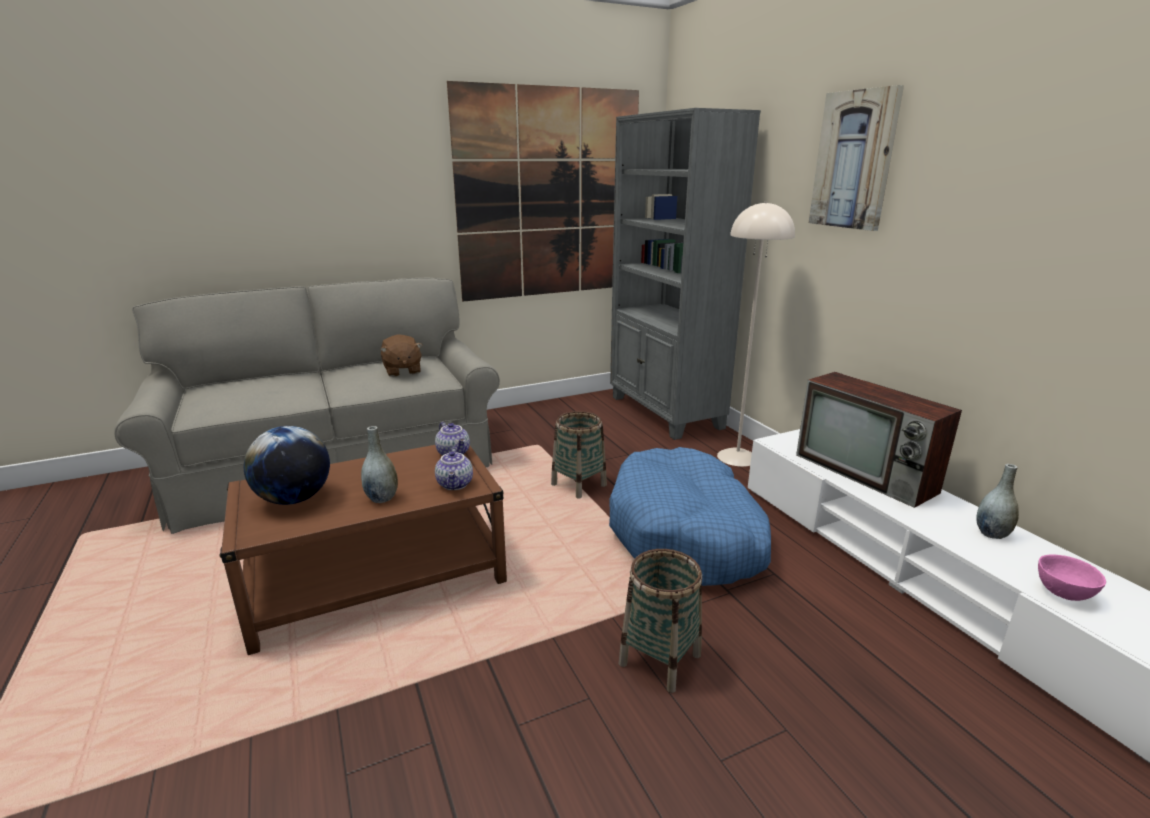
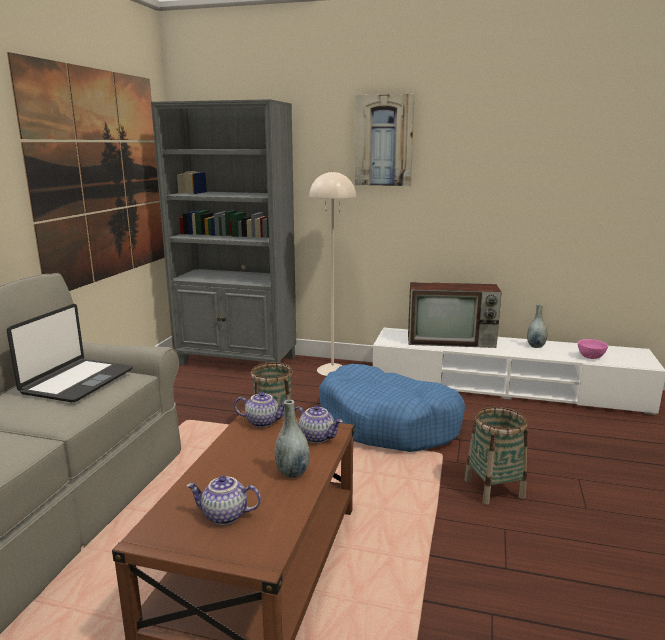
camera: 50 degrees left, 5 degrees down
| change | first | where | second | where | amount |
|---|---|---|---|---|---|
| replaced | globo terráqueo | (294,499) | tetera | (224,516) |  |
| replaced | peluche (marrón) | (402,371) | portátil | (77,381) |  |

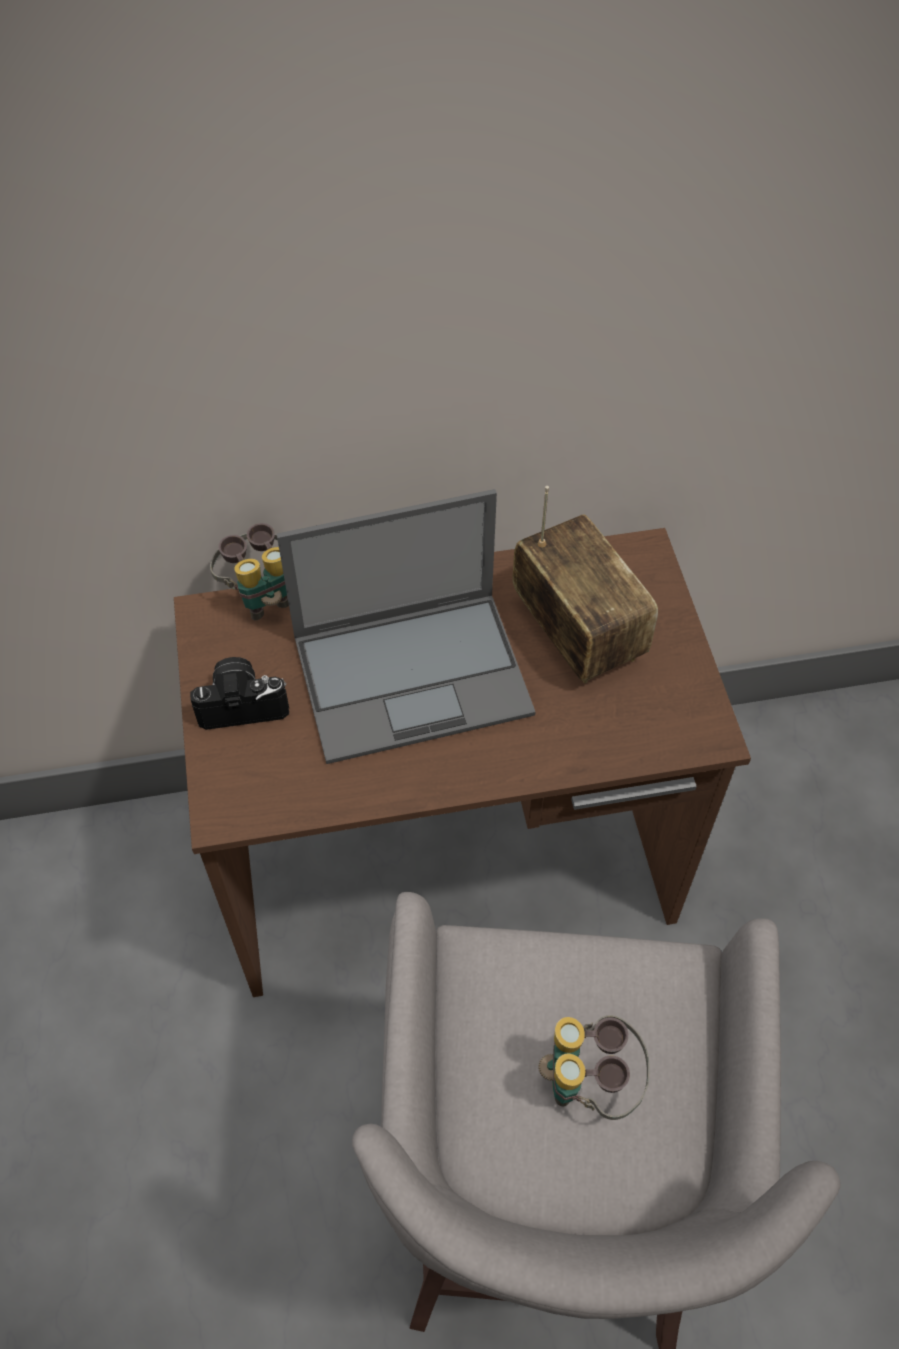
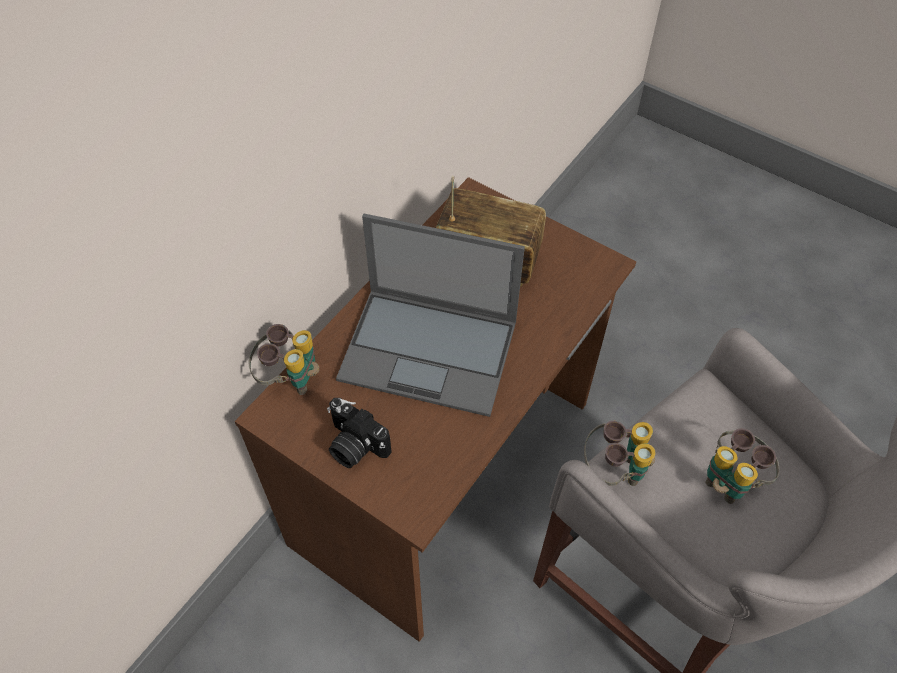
camera: 45 degrees left, 0 degrees up
| change | first | where | second | where | amount |
|---|---|---|---|---|---|
| turned | cámara | (243,703) |  | (354,445) | 90 degrees counterclockwise |
| turned | portátil | (414,674) |  | (431,350) | 75 degrees clockwise |
| added |  |  | prismáticos | (614,470) |  |

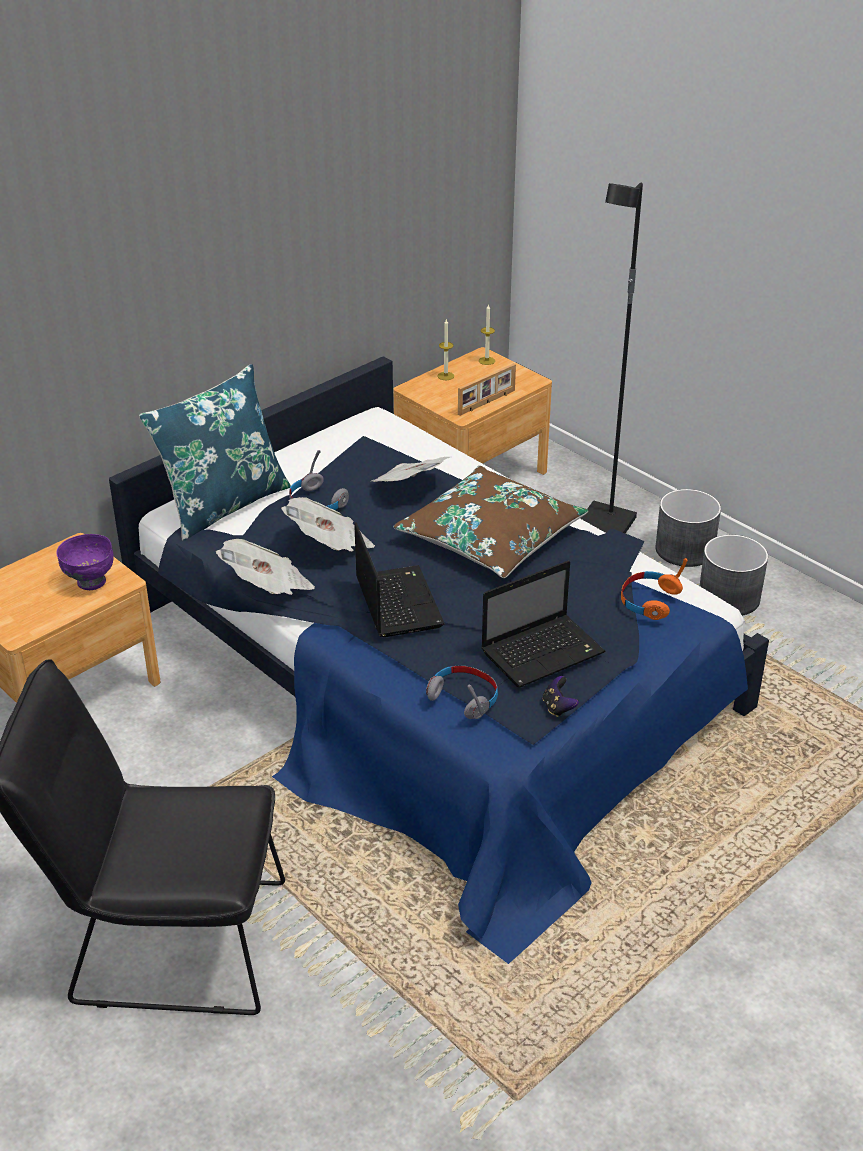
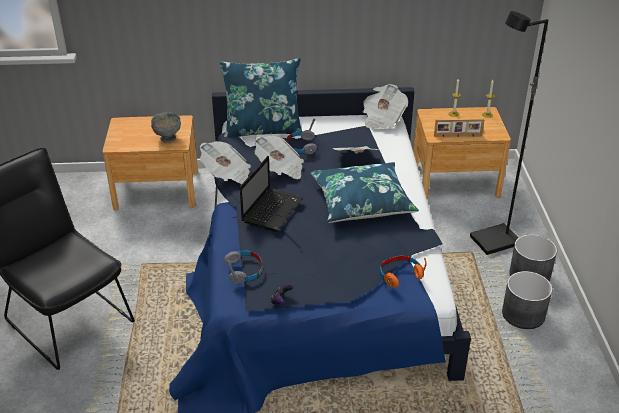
camera: 40 degrees right, 0 degrees up
| change | first | where | second | where | amount |
|---|---|---|---|---|---|
| recoloured | cuenco (morado) | (90,582) | cuenco (gris) | (167,138) |  |
| recoloured | cojín (marrón) | (490,537) | cojín (azul) | (362,202) |  |
| removed | portátil | (544,651) |  |  |  |
| added |  |  | periódico | (382,118) |  |

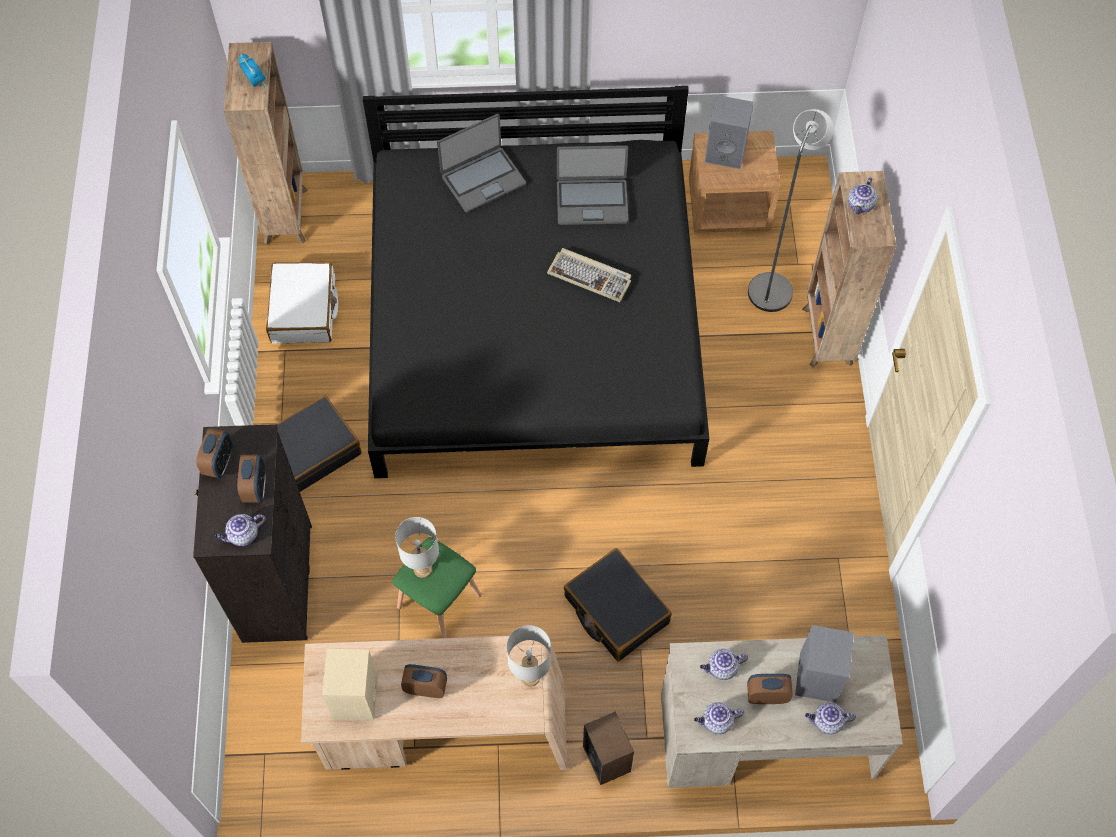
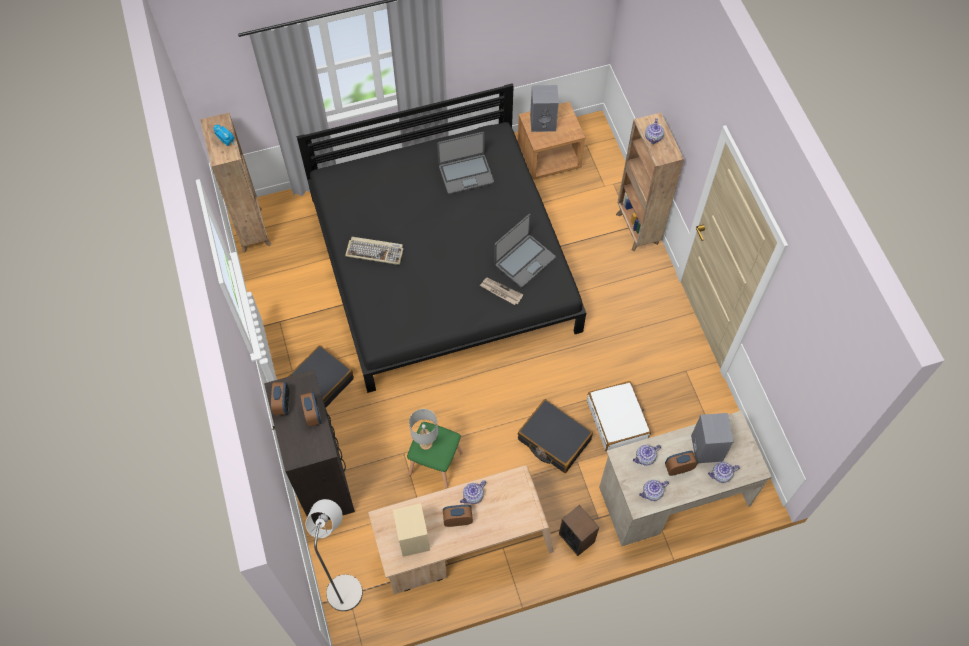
camera: 15 degrees left, 0 degrees up
| change | first | where | second | where | amount |
|---|---|---|---|---|---|
| moved | tetera | (243,535) |  | (473,496) |  |
| moved | maleta (blanco) | (304,310) |  | (617,420) |  |
| moved | portátil | (483,179) |  | (524,261) |  |
| removed | lámpara de mesa (gris) | (529,676) |  |  |  |
| moved | teclado | (590,276) |  | (375,251) |  |
| moved | lámpara de pie (gris) | (773,285) |  | (346,585) |  |
| added |  |  | periódico | (500,292) |  |

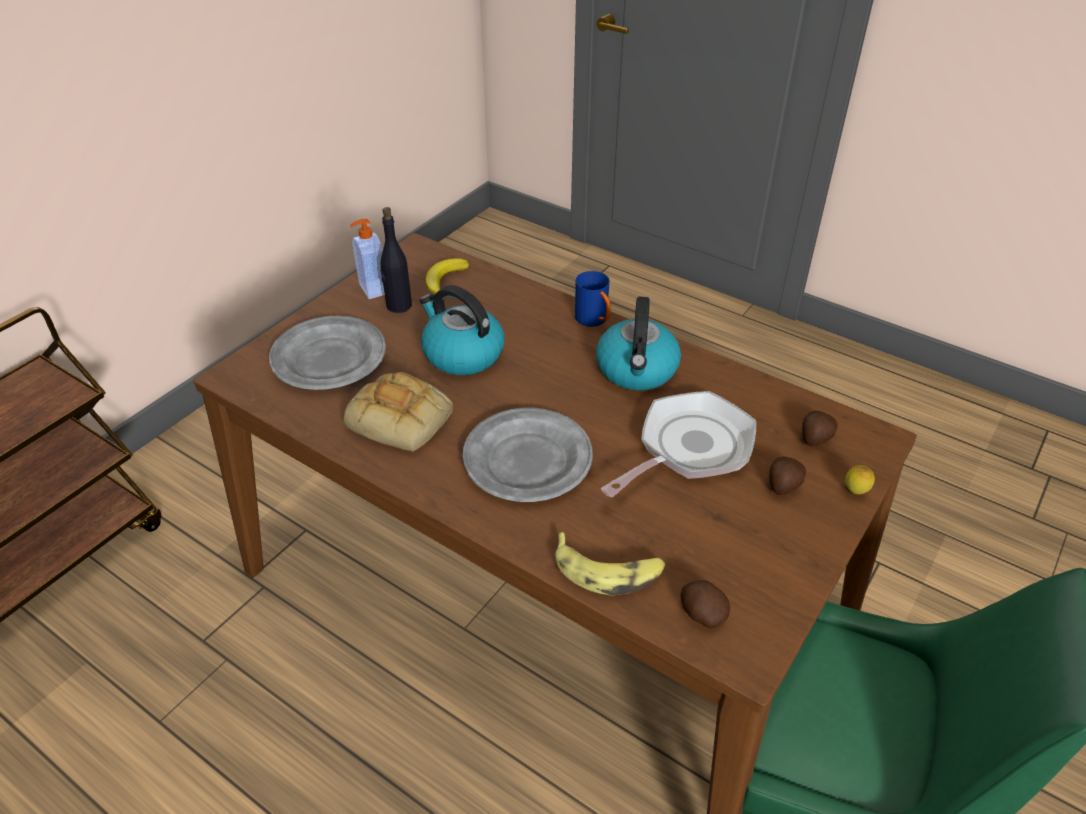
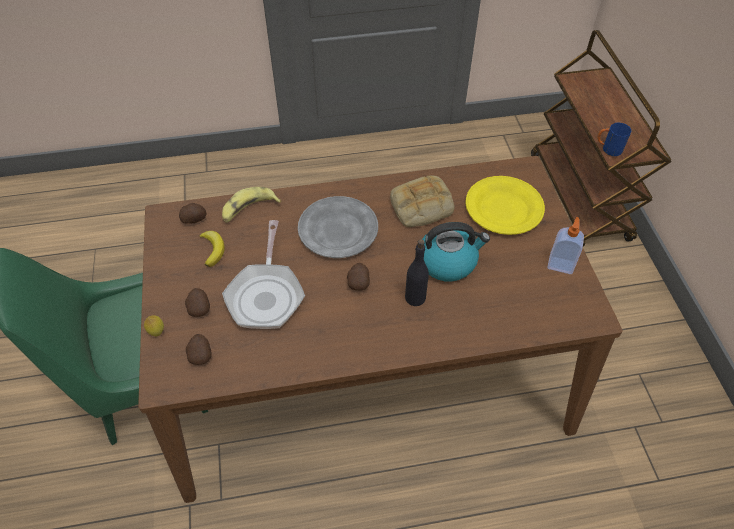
camera: 135 degrees right, 10 degrees up
| change | first | where | second | where | amount |
|---|---|---|---|---|---|
| recoloured | plato (gris) | (328,358) | plato (amarillo) | (503,208) |  |
| moved | botella (negro) | (398,306) |  | (415,297) |  |
| moved | plátano | (444,279) |  | (213,249) |  |
| moved | taza grande (azul) | (595,321) |  | (608,149) |  |
| removed | hervidor | (637,370) |  |  |  |
| added |  |  | patata | (358,282) |  |

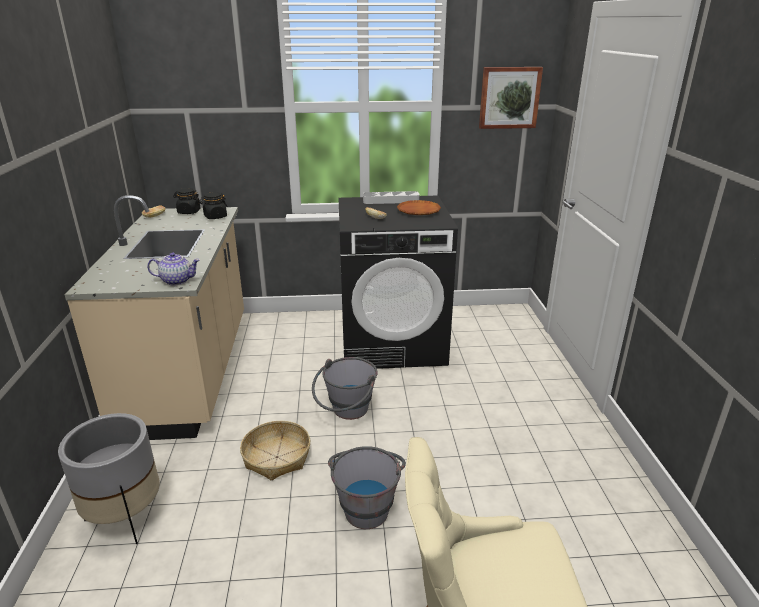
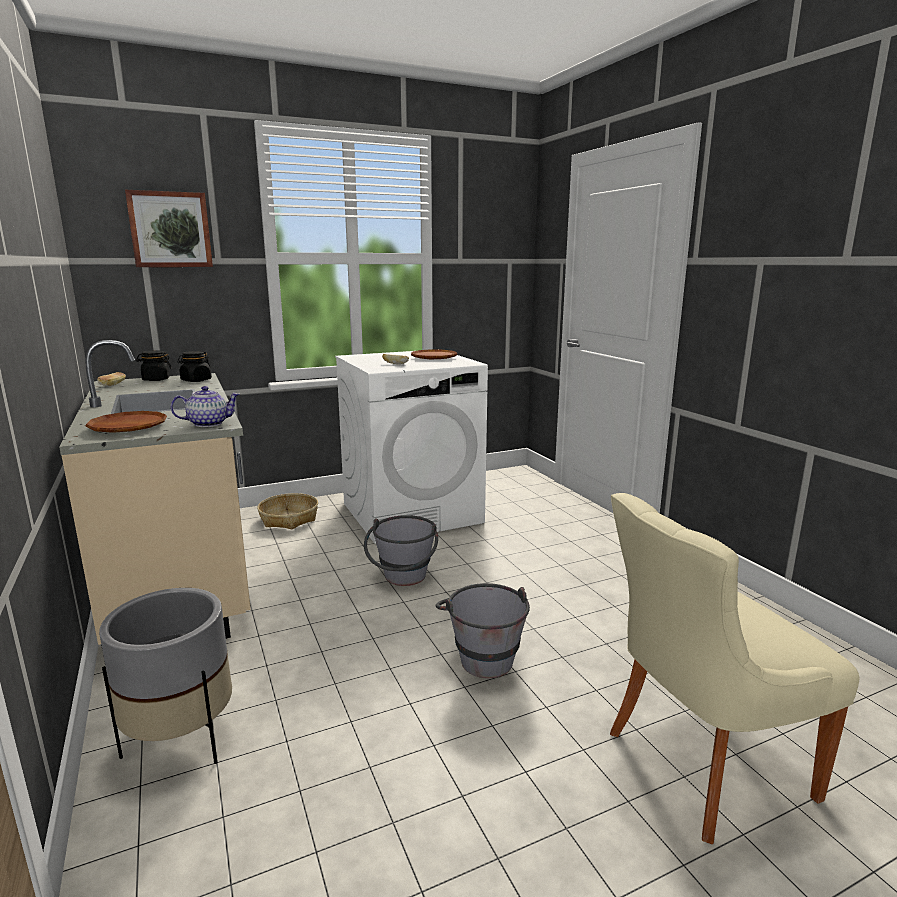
camera: 20 degrees left, 10 degrees down
| change | first | where | second | where | amount |
|---|---|---|---|---|---|
| moved | cesta | (277,457) |  | (289,518) |  |
| recoloured | lavadora (negro) | (393,342) | lavadora (blanco) | (412,513) |  |
| removed | bandeja (gris) | (391,201) |  |  |  |
| moved | cuadro | (509,97) |  | (170,230) |  |
| added |  |  | plato (marrón) | (128,427) |  |

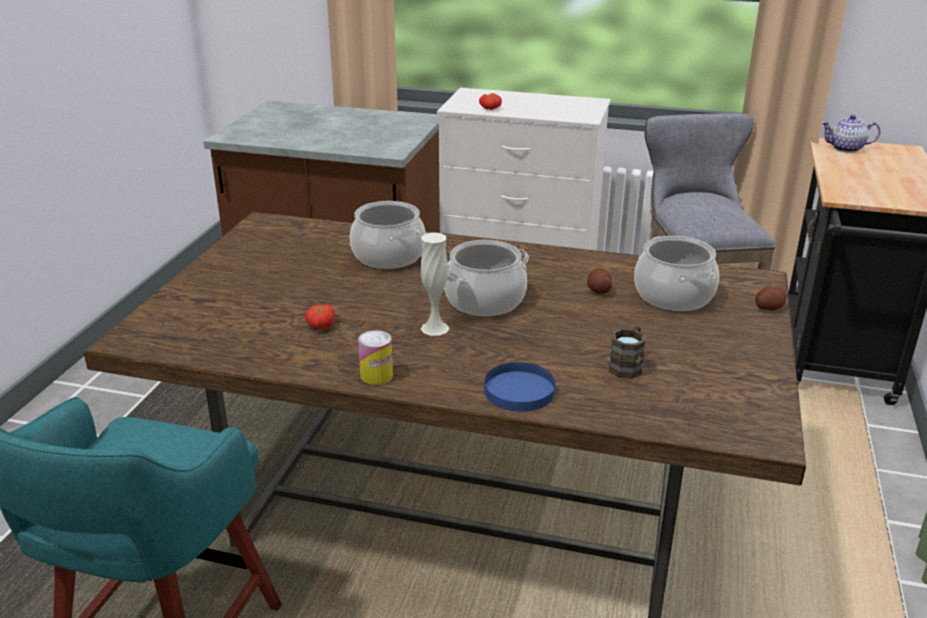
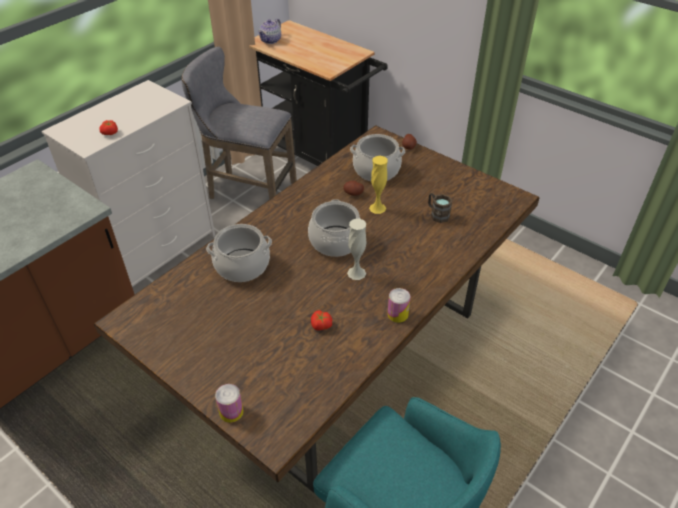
camera: 65 degrees left, 15 degrees up
| change | first | where | second | where | amount |
|---|---|---|---|---|---|
| removed | plato (azul) | (519,391) |  |  |  |
| added |  |  | lata | (231,412) |  |
| added |  |  | florero (amarillo) | (377,208) |  |

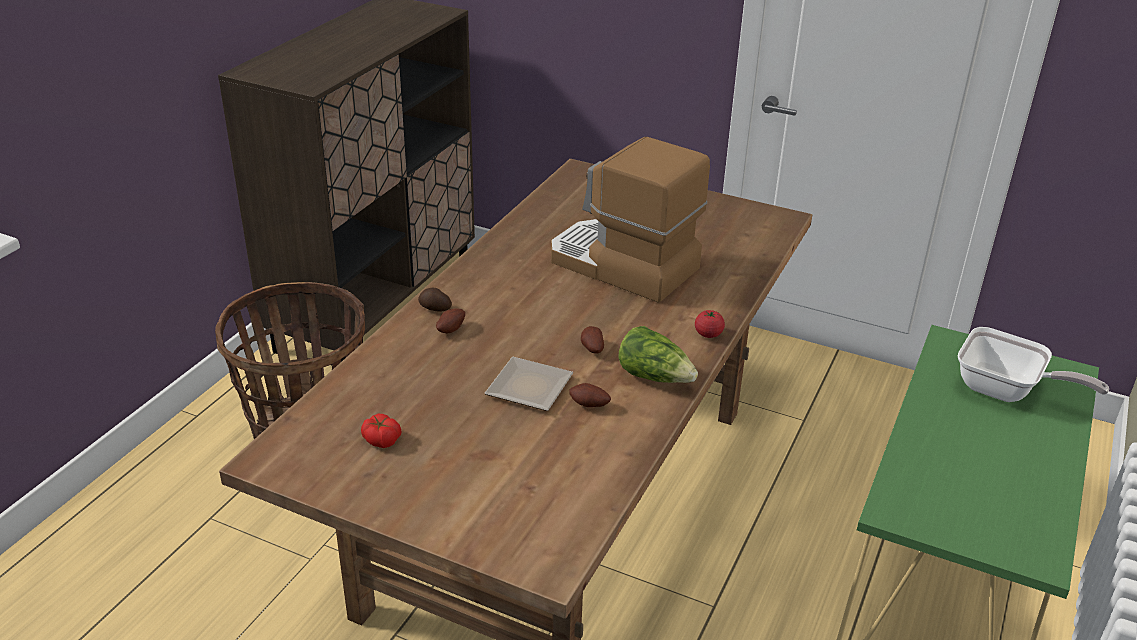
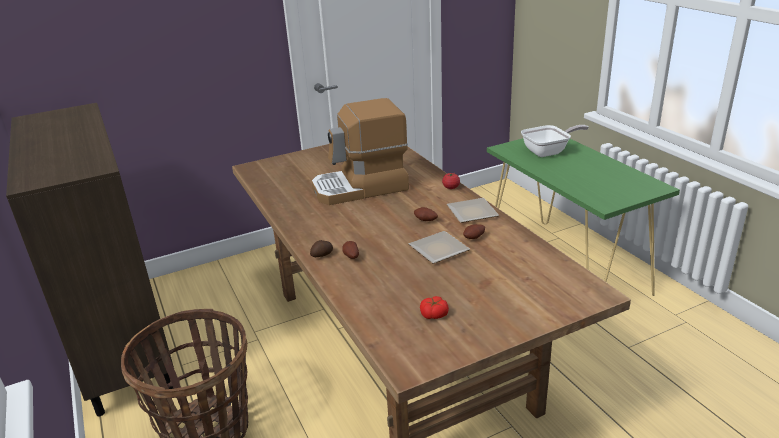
camera: 50 degrees left, 5 degrees down
| change | first | where | second | where | amount |
|---|---|---|---|---|---|
| replaced | lechuga | (655,377) | plato | (470,212) |  |

